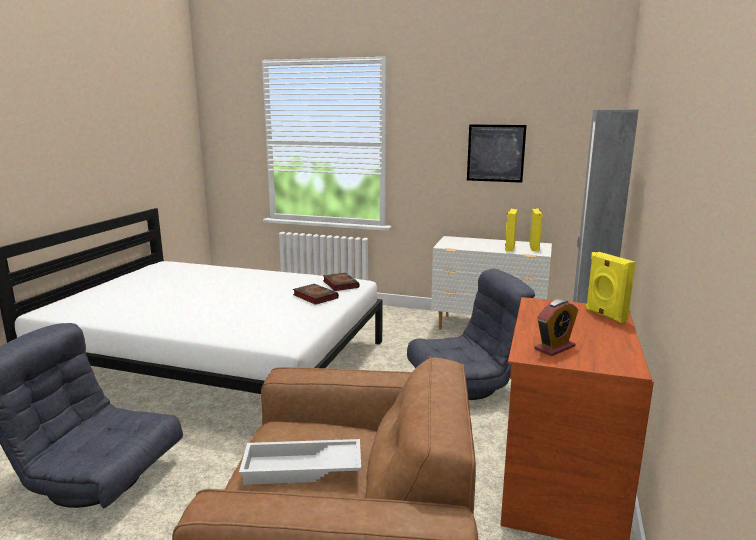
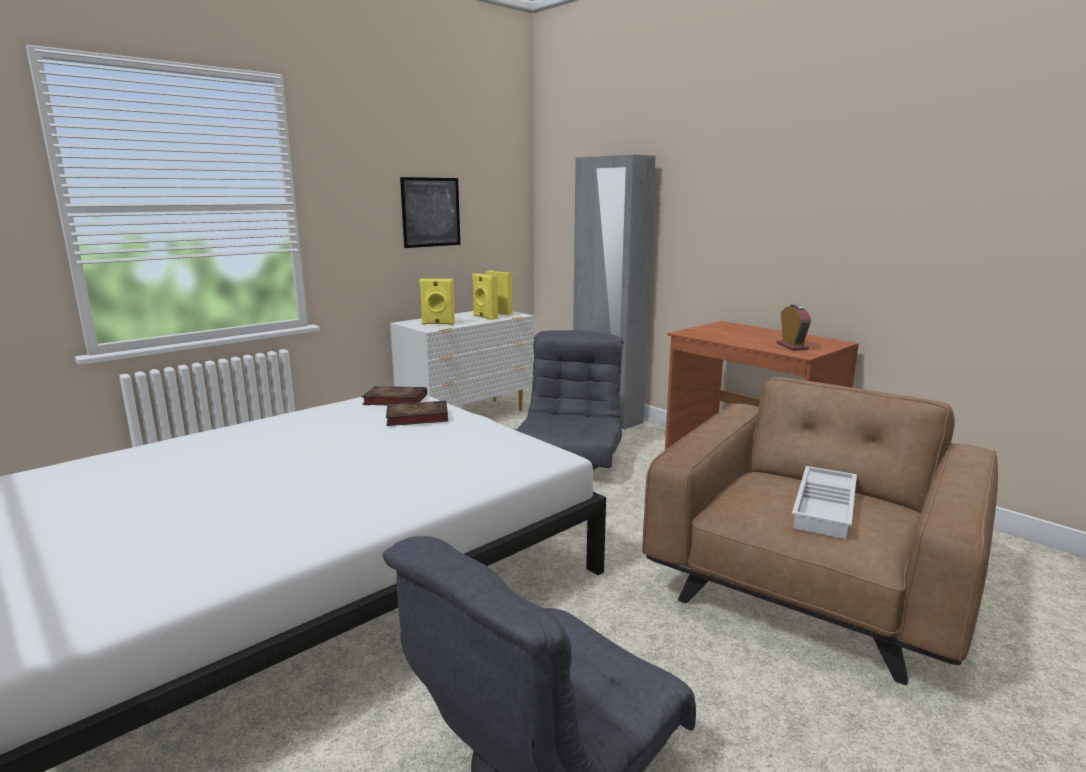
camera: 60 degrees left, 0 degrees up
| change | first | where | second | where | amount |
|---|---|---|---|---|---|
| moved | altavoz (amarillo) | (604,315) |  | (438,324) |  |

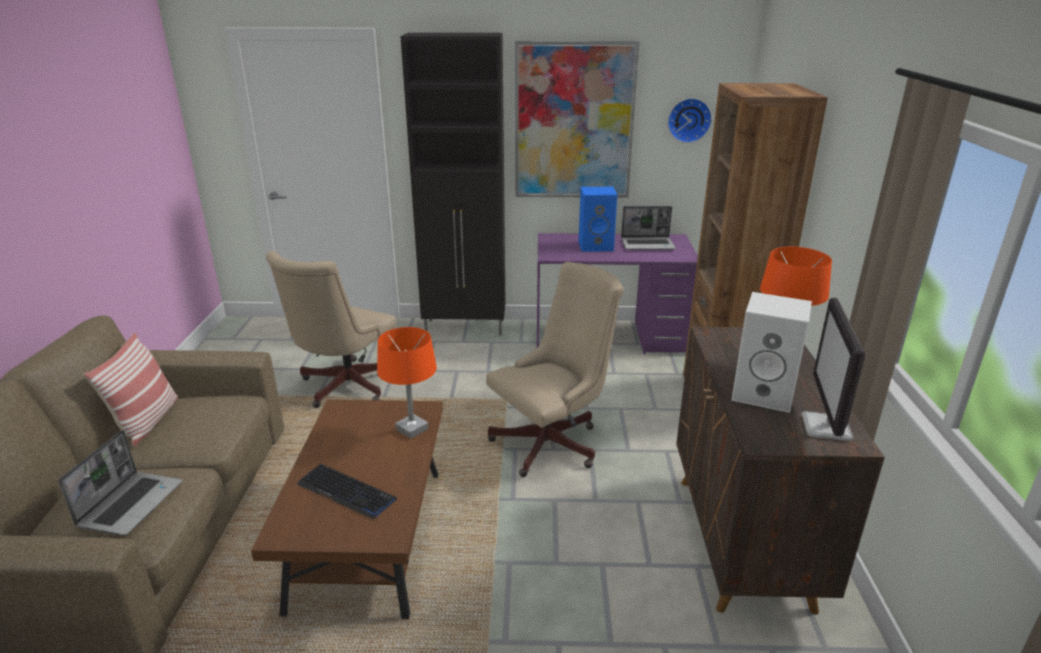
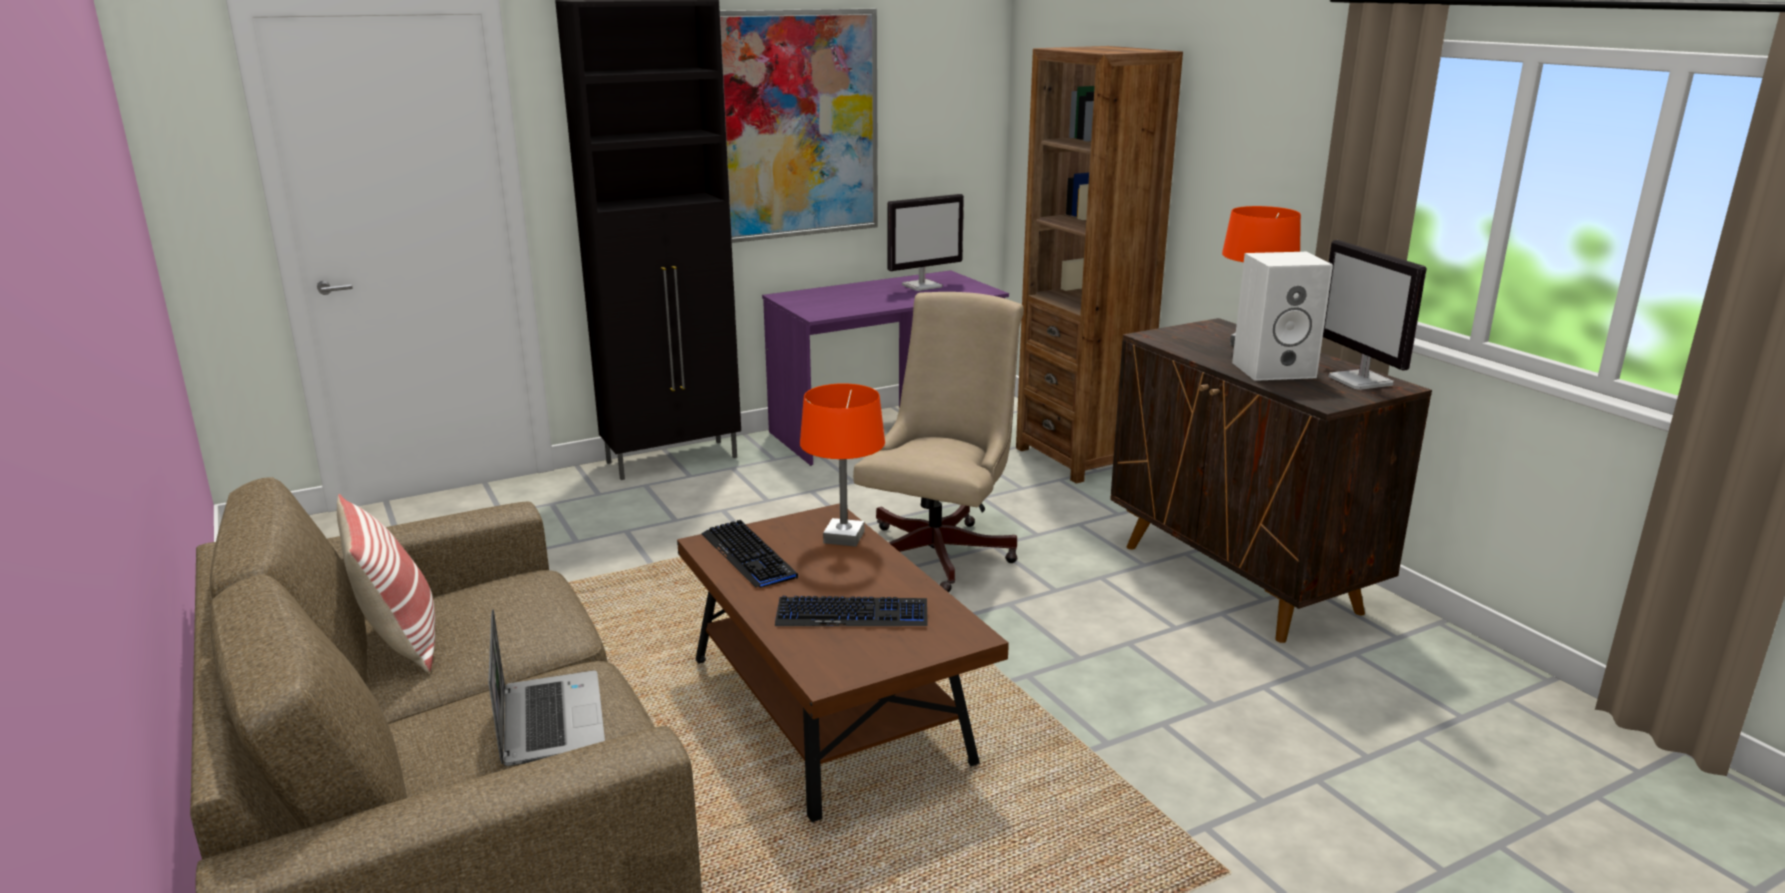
camera: 30 degrees left, 5 degrees down
| change | first | where | second | where | amount |
|---|---|---|---|---|---|
| removed | silla de oficina (beis) | (344,387) |  |  |  |
| removed | altavoz (azul) | (596,246) |  |  |  |
| replaced | portátil | (648,244) | monitor | (922,286) |  |
| removed | reloj de pared | (689,120) |  |  |  |
| added |  |  | teclado | (749,556) |  |

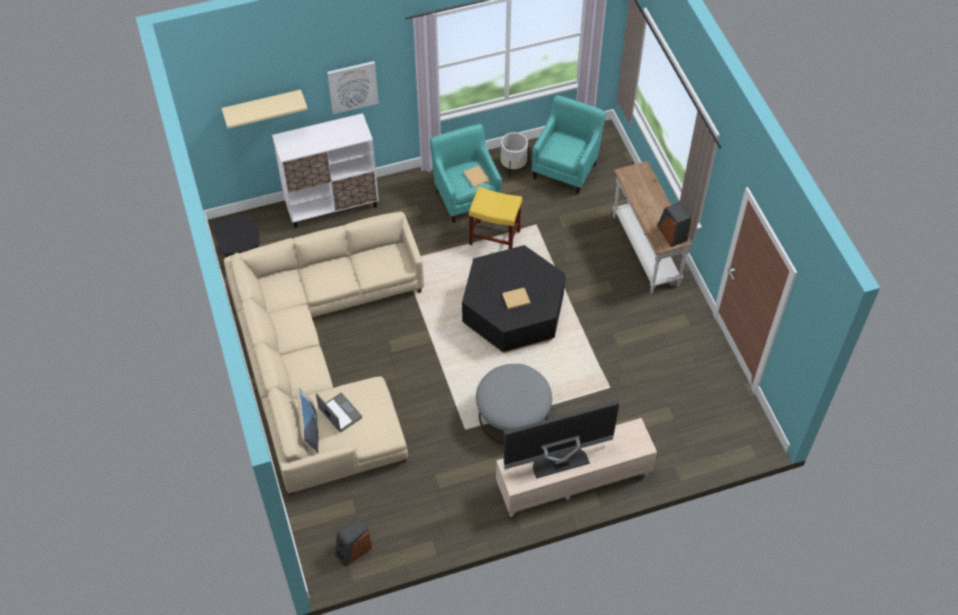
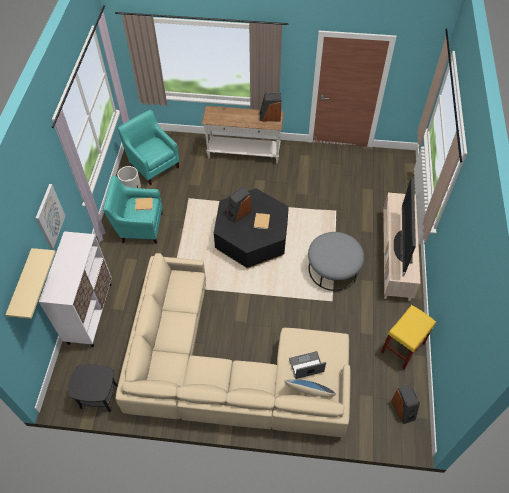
camera: 65 degrees left, 0 degrees up
| change | first | where | second | where | amount |
|---|---|---|---|---|---|
| moved | taburete (amarillo) | (495,237) |  | (403,347) |  |
| added |  |  | altavoz | (238,213) |  |

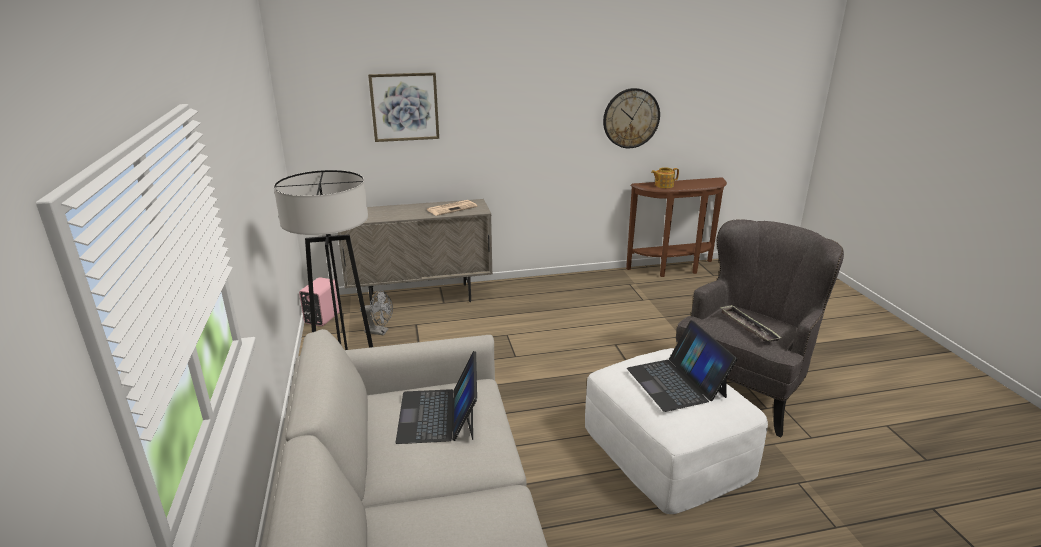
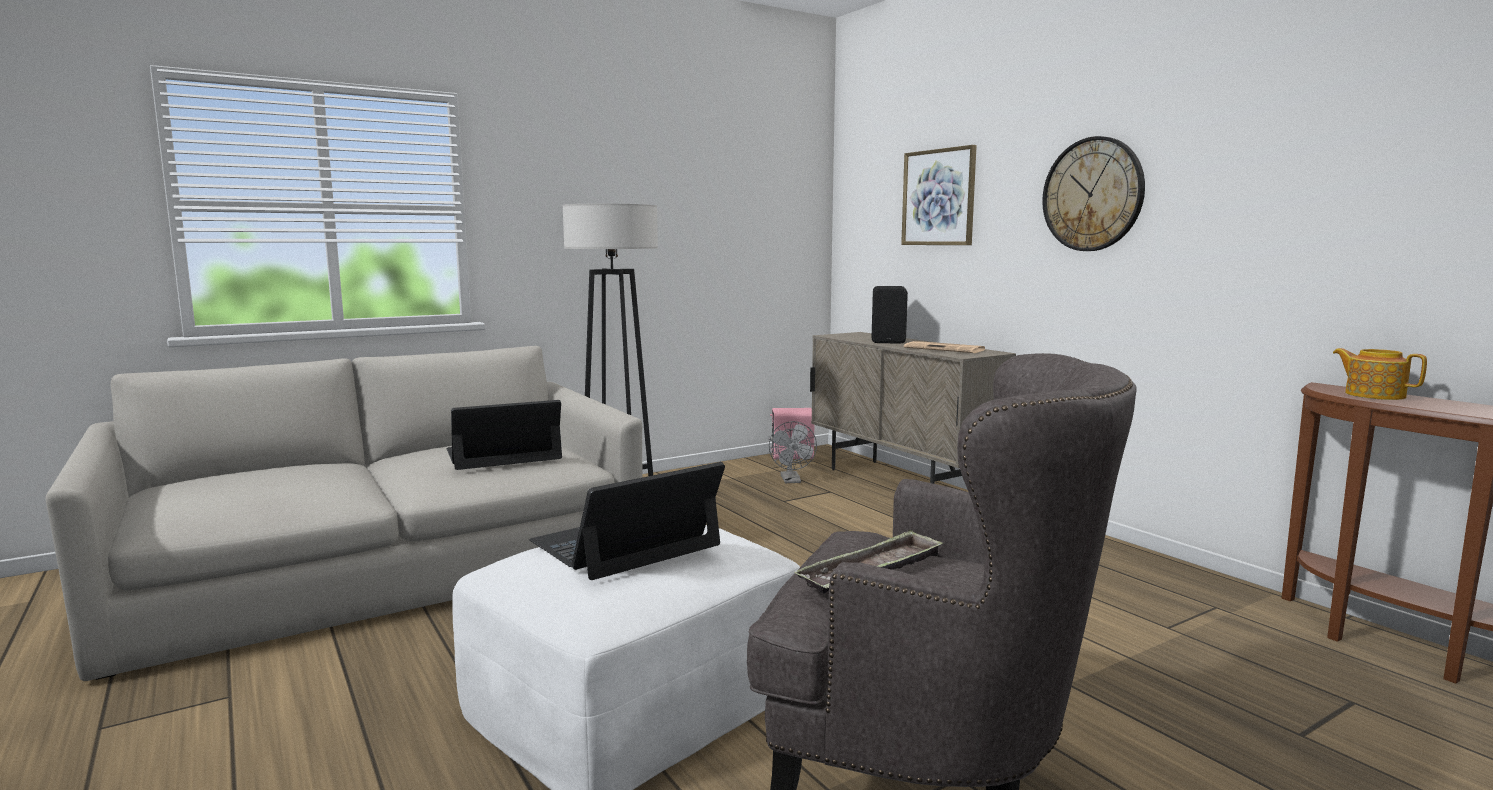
camera: 70 degrees right, 15 degrees down
| change | first | where | second | where | amount |
|---|---|---|---|---|---|
| moved | reloj de pared | (631,118) |  | (1092,194) |  |
| added |  |  | altavoz (negro) | (889,341) |  |

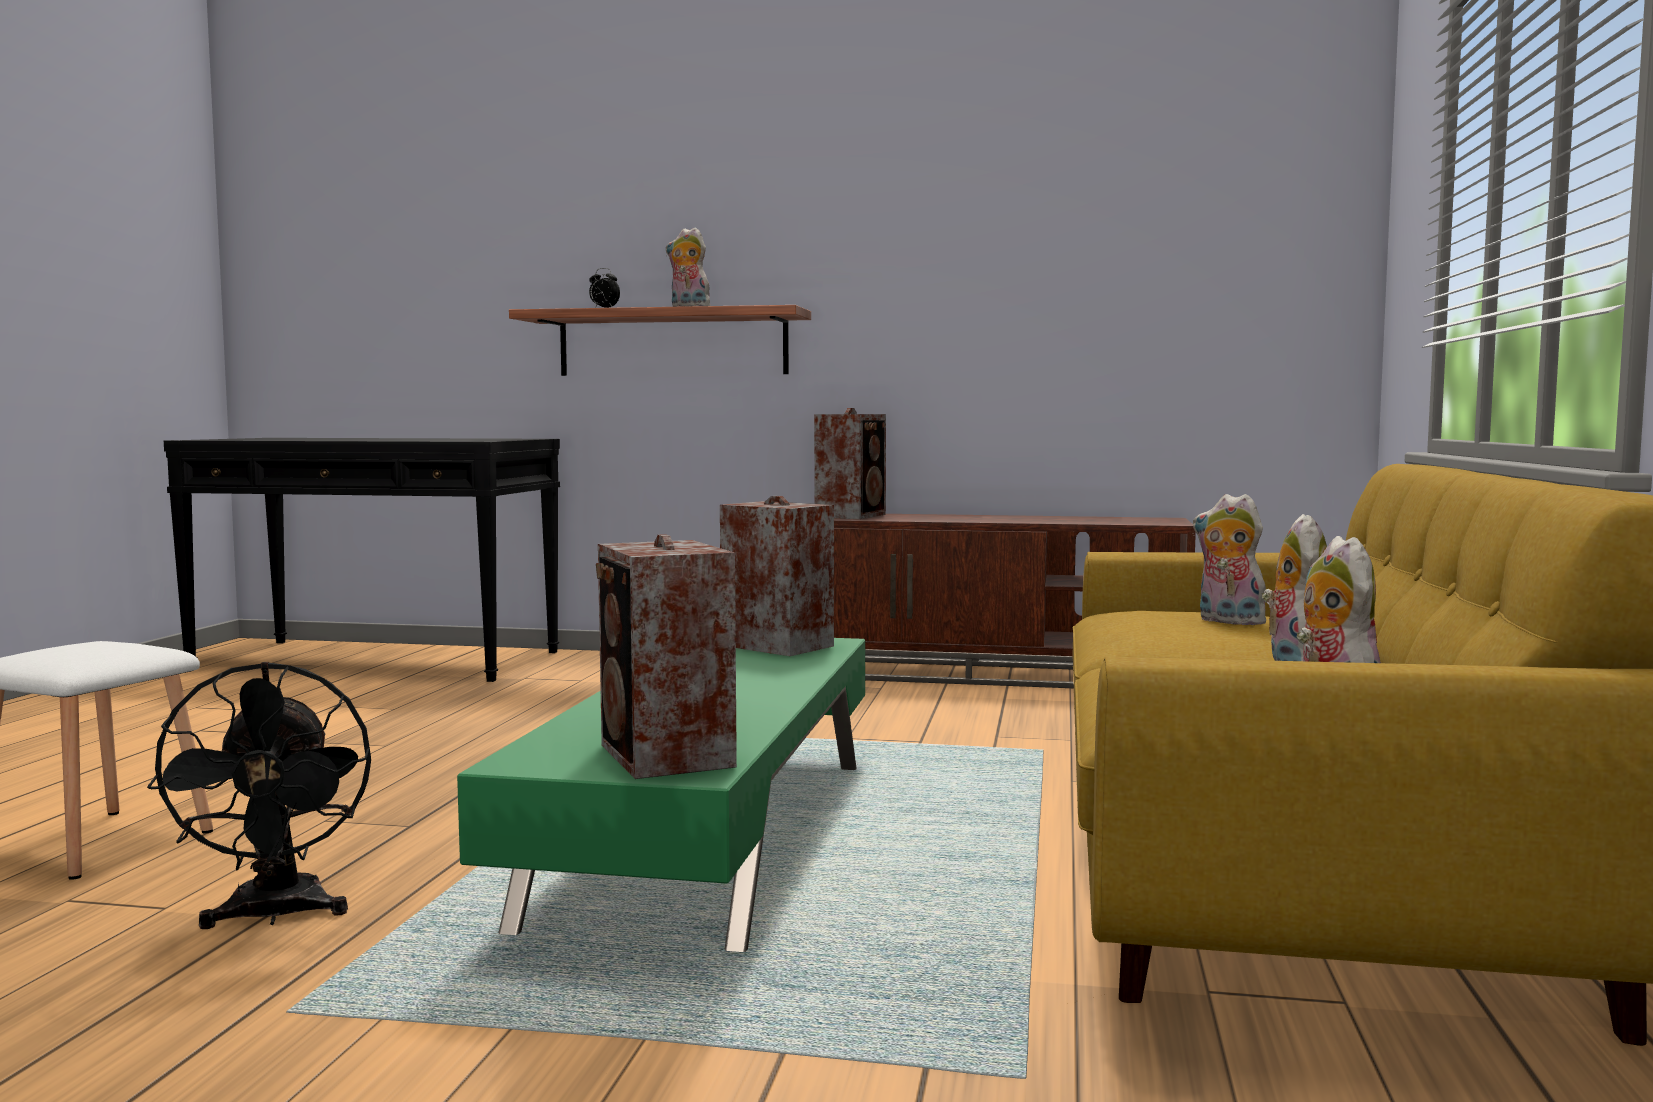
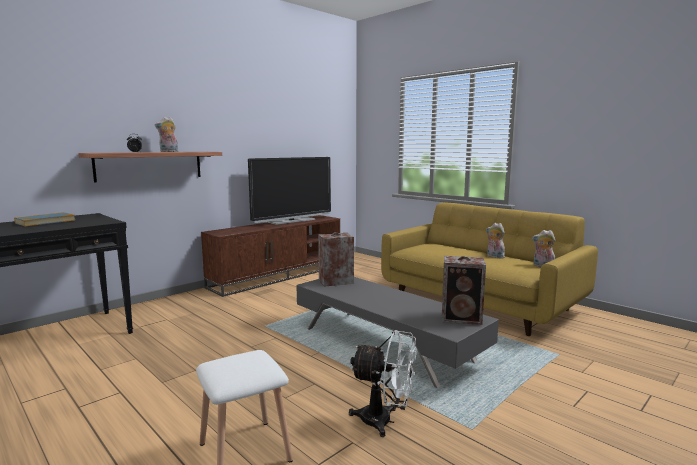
camera: 55 degrees left, 5 degrees up
| change | first | where | second | where | amount |
|---|---|---|---|---|---|
| recoloured | ventilador (negro) | (275,916) | ventilador (blanco) | (384,421) |  |
| recoloured | mesa de centro (verde) | (712,838) | mesa de centro (gris) | (386,344) |  |
| removed | altavoz | (852,516) |  |  |  |
| removed | peluche | (1227,621) |  |  |  |
| added |  |  | libro | (45,221) |  |
| added |  |  | televisor | (291,221) |  |

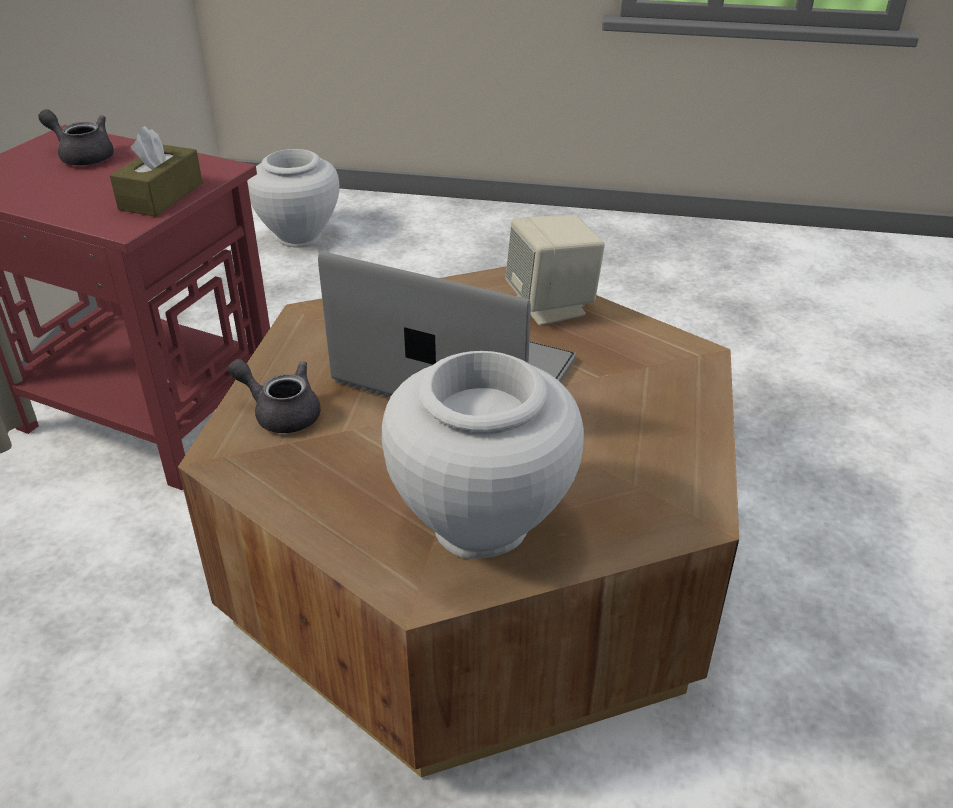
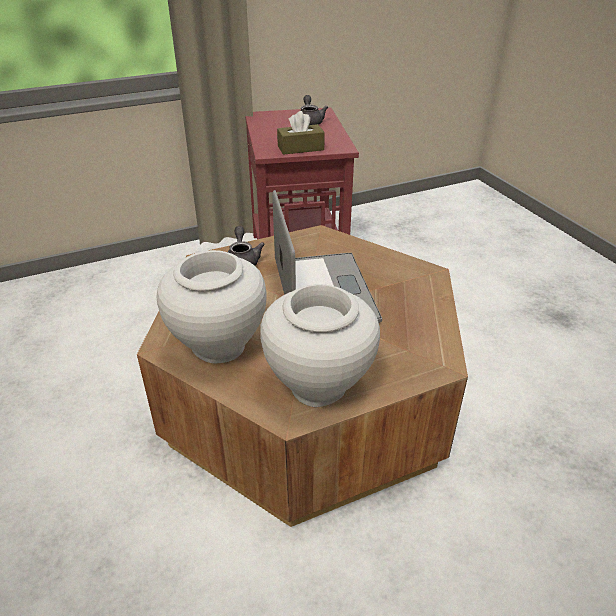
camera: 55 degrees right, 0 degrees up
| change | first | where | second | where | amount |
|---|---|---|---|---|---|
| moved | florero (blanco) | (299,237) |  | (318,386) |  |
| removed | altavoz (beis) | (552,306) |  |  |  |

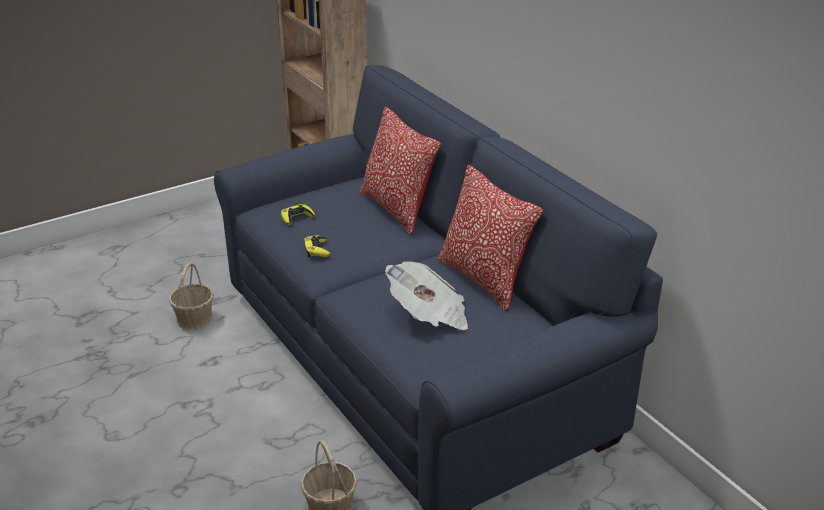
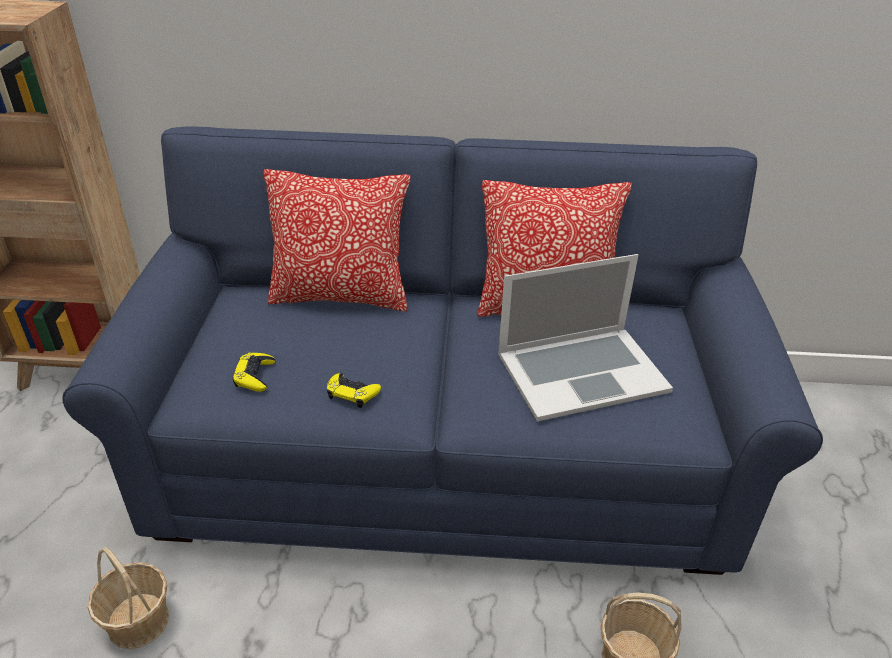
camera: 55 degrees left, 5 degrees up
| change | first | where | second | where | amount |
|---|---|---|---|---|---|
| replaced | periódico | (429,315) | portátil | (581,371) |  |

